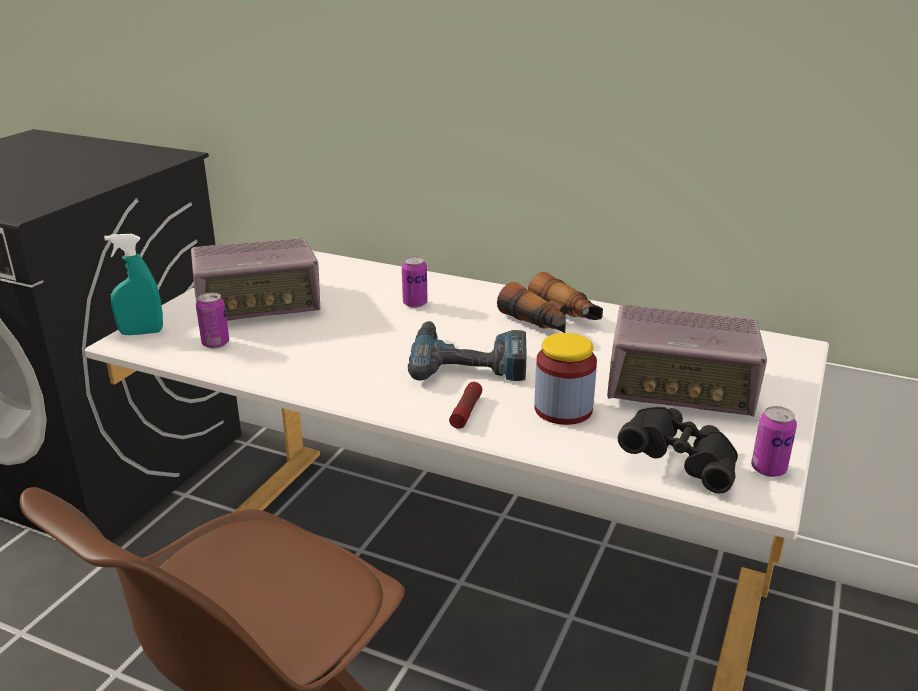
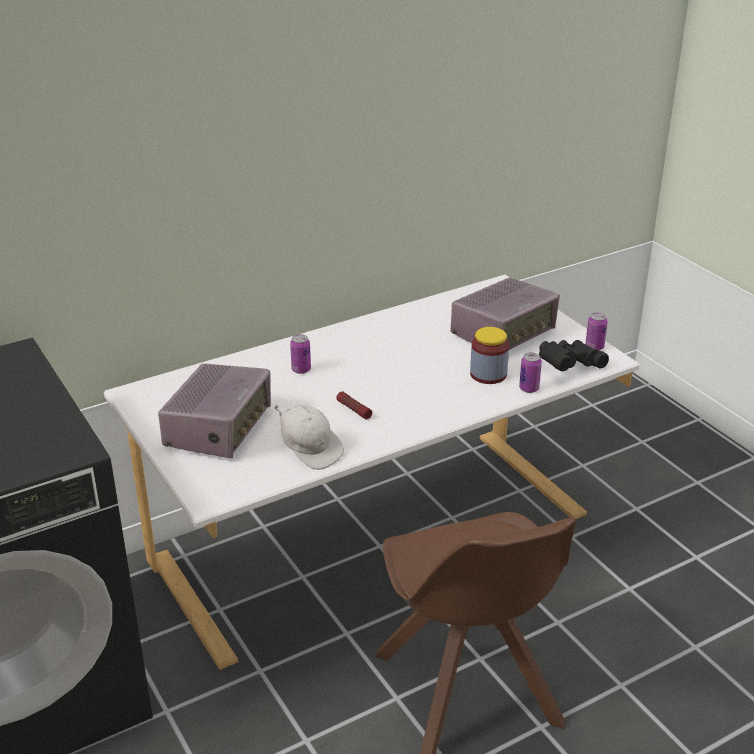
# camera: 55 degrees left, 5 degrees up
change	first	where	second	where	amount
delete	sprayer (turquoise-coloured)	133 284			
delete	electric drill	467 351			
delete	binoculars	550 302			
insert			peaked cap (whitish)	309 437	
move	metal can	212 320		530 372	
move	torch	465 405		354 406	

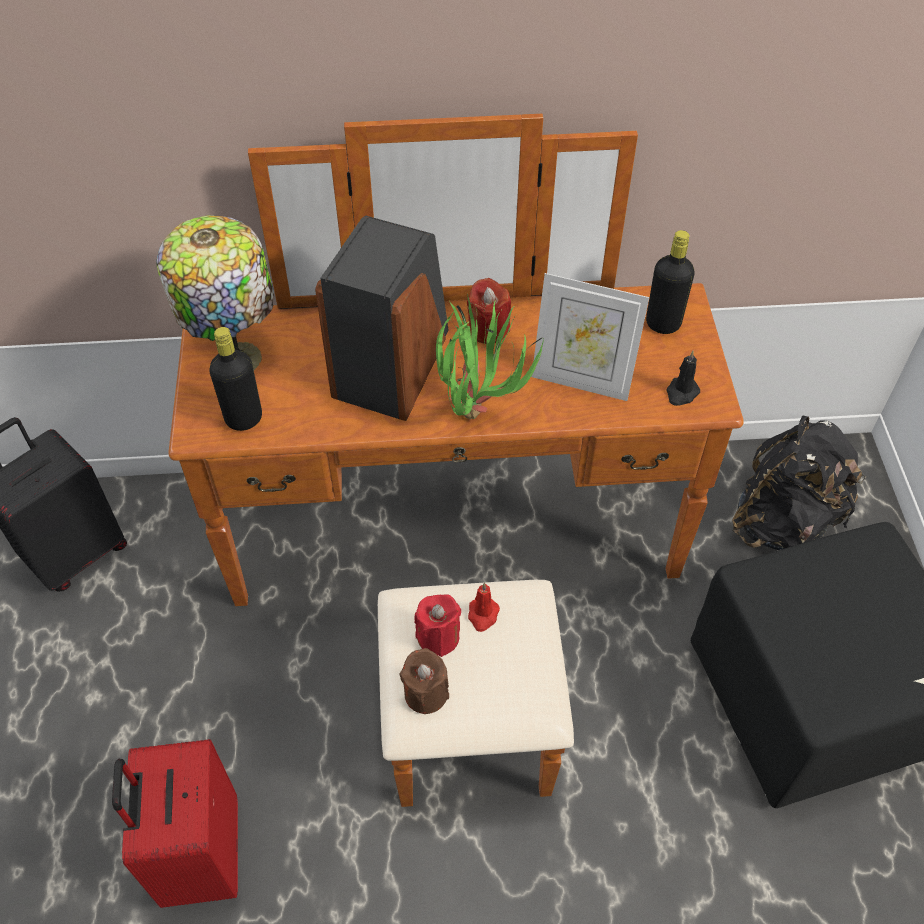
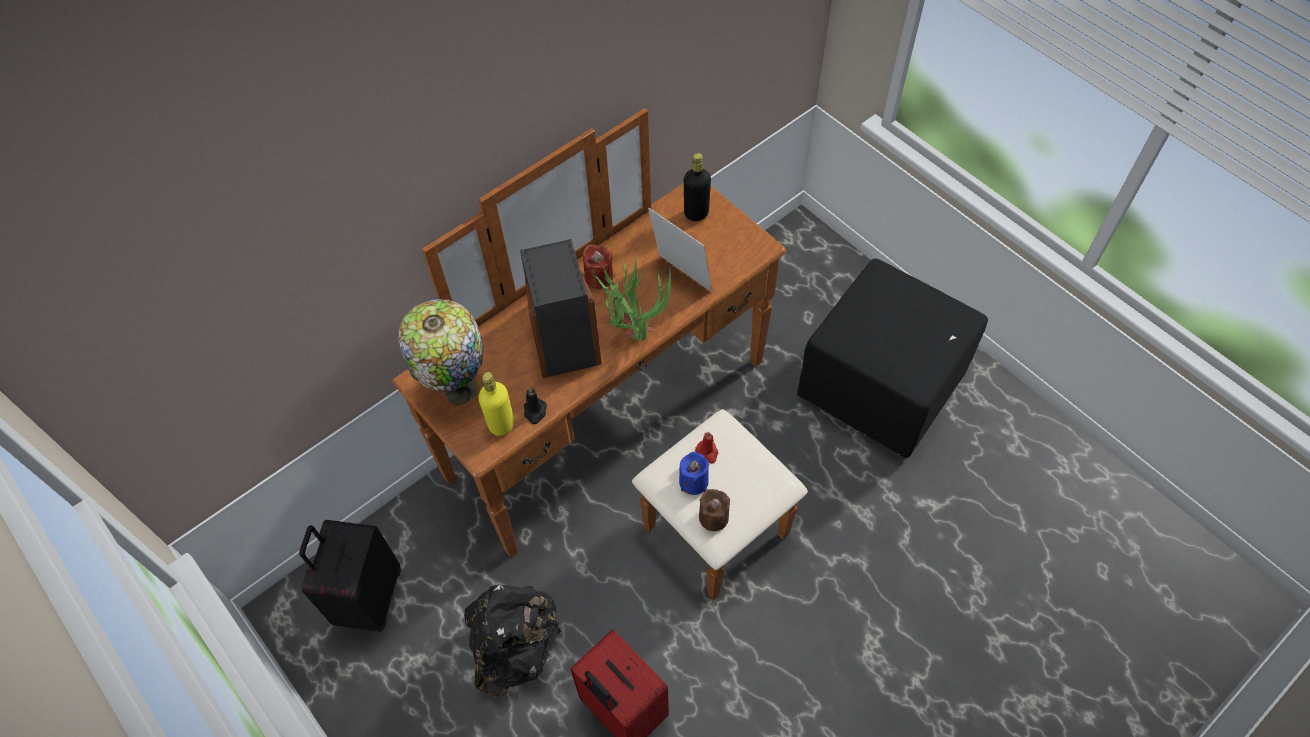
# camera: 35 degrees left, 5 degrees up
change	first	where	second	where	amount
move	wax candle (black-coloured)	683 378		535 406	
move	rucksack (black-coloured)	799 482		512 641	
recolor	drink bottle (black-coloured)	235 379	drink bottle (yellow-coloured)	496 404	
recolor	wax candle (red-coloured)	437 625	wax candle (blue)	694 473	
rotate	standing frame	590 337		680 250	120 degrees counterclockwise

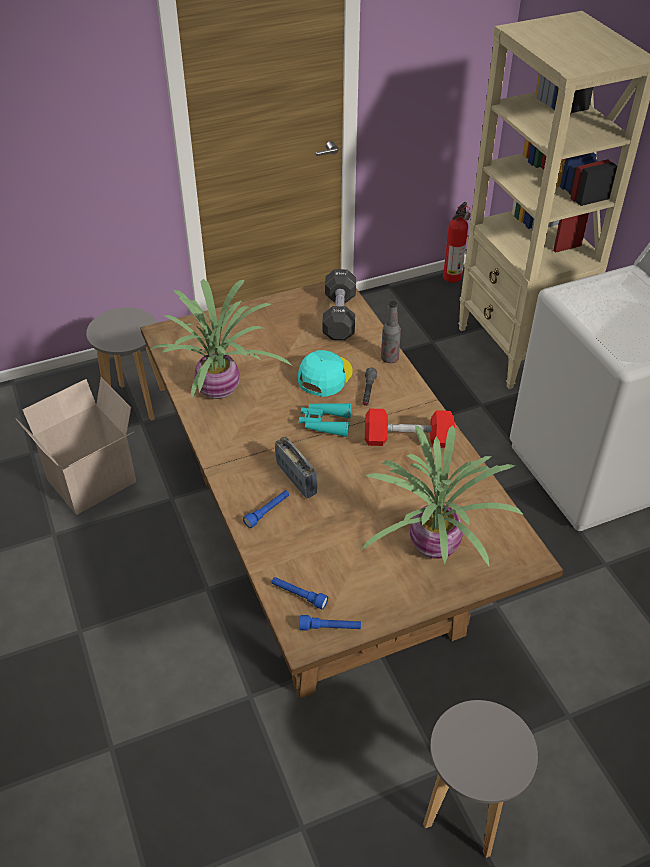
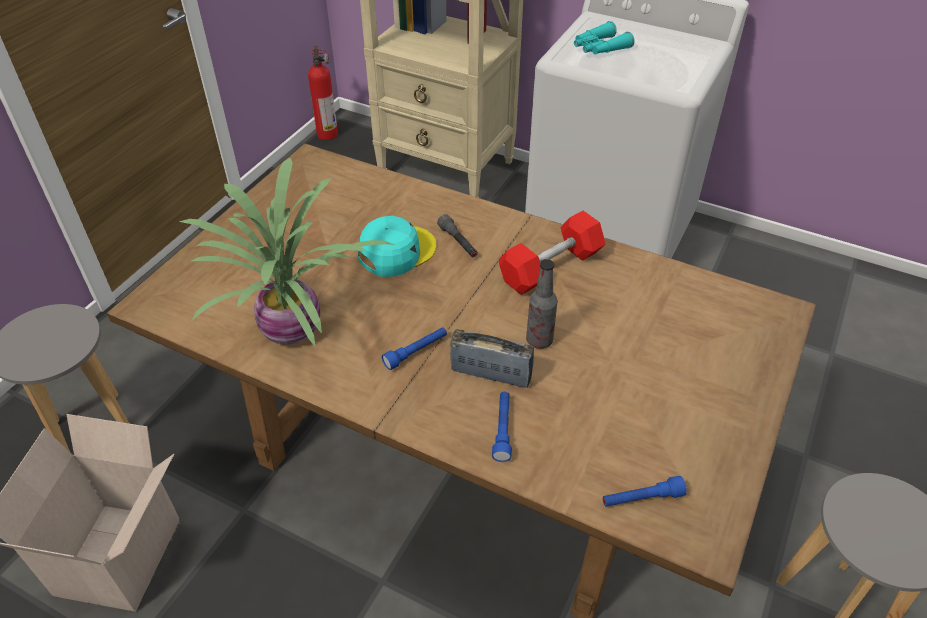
# camera: 40 degrees left, 0 degrees up
change	first	where	second	where	amount
delete	dumbbell (black-coloured)	339 304			
delete	plant in a pot	442 495			
move	binoculars (turquoise-coloured)	325 420		604 38	
move	torch (blue)	330 623		414 348	
move	drink bottle	391 332		541 304	
rotate	peaked cap (turquoise-coloured)	325 373		397 246	60 degrees clockwise

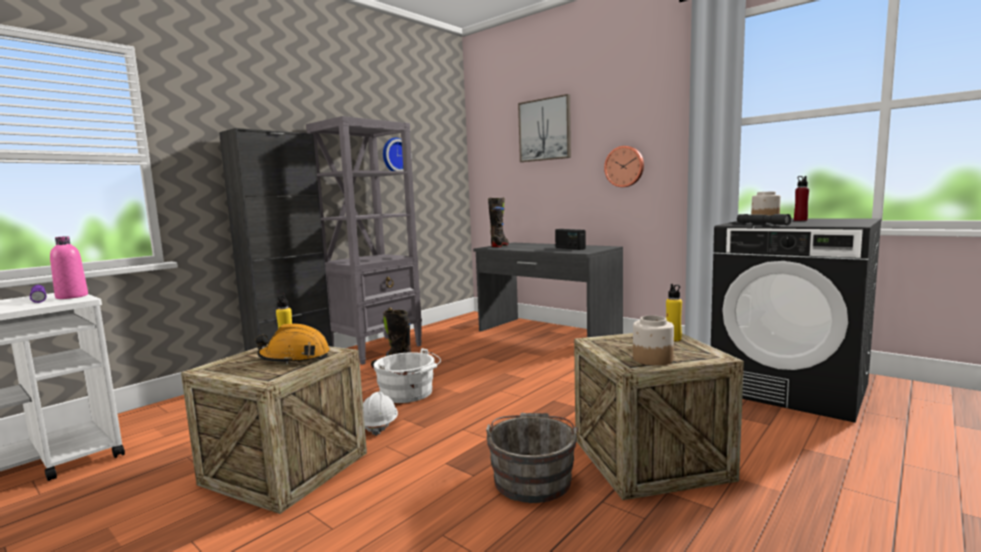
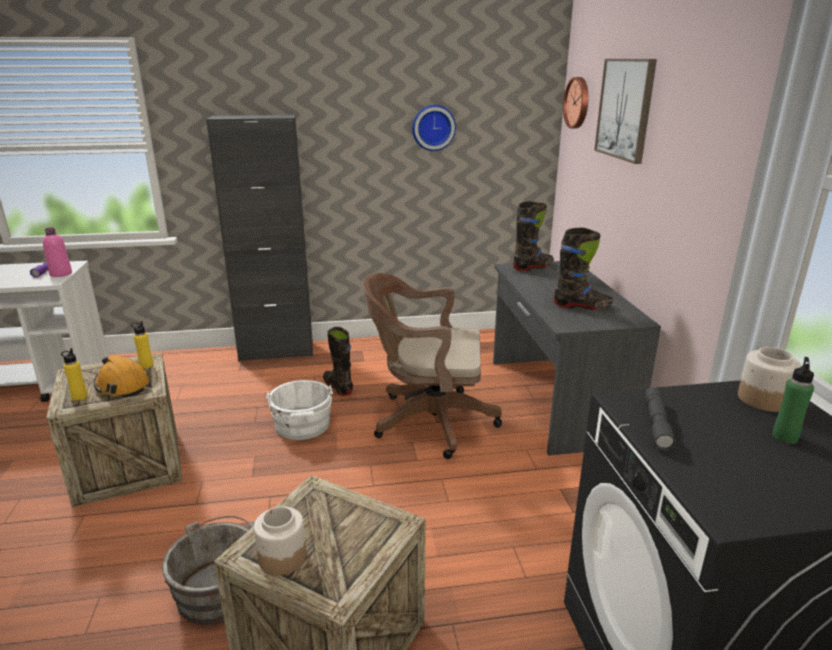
# camera: 40 degrees right, 15 degrees up
change	first	where	second	where	amount
delete	bookshelf (greyish)	364 240			
delete	hard hat (whitish)	380 414			
insert			desk chair (brownish)	432 366	
move	clock on the wall	624 166		576 103	
move	drink bottle (yellow-coloured)	674 312		74 374	
replace	radio	570 239	tall boot (black-coloured)	583 269	
recolor	drink bottle (red-coloured)	801 198	drink bottle (green-coloured)	793 400	

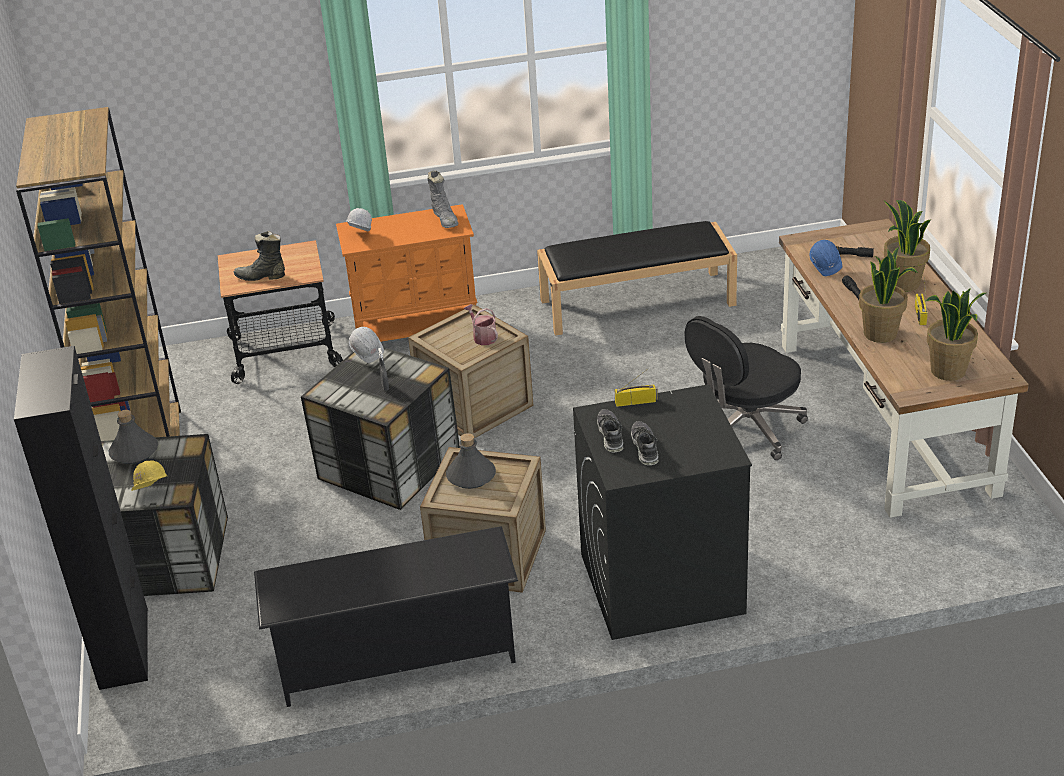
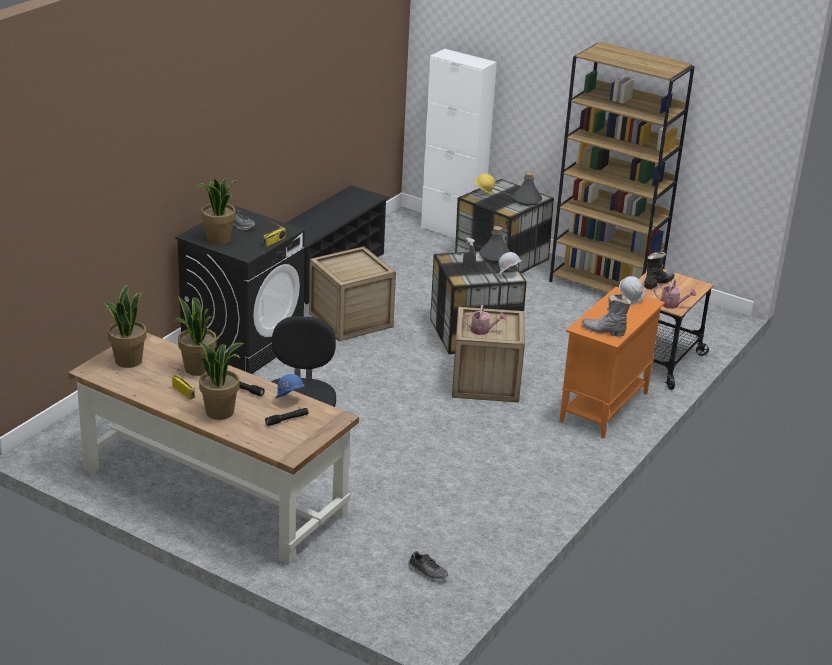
# camera: 130 degrees right, 5 degrees down
change	first	where	second	where	amount
delete	bench (black-coloured)	637 278			
insert			plant in a pot	217 211	
insert			watering pot	675 294	
move	drink bottle (greyish)	471 461		494 244	
move	item of footwear	610 430		428 566	
recolor	cabinet (black-coloured)	81 518	cabinet (whitish)	459 143	

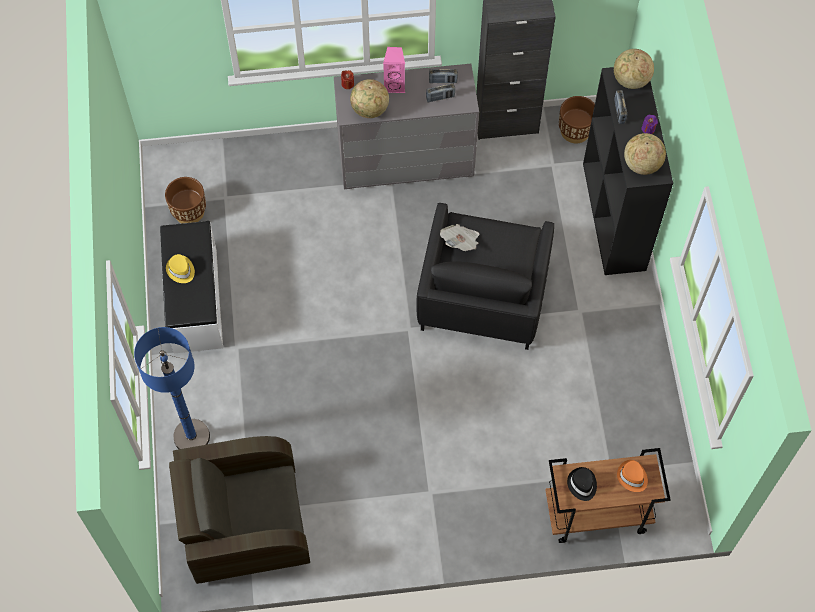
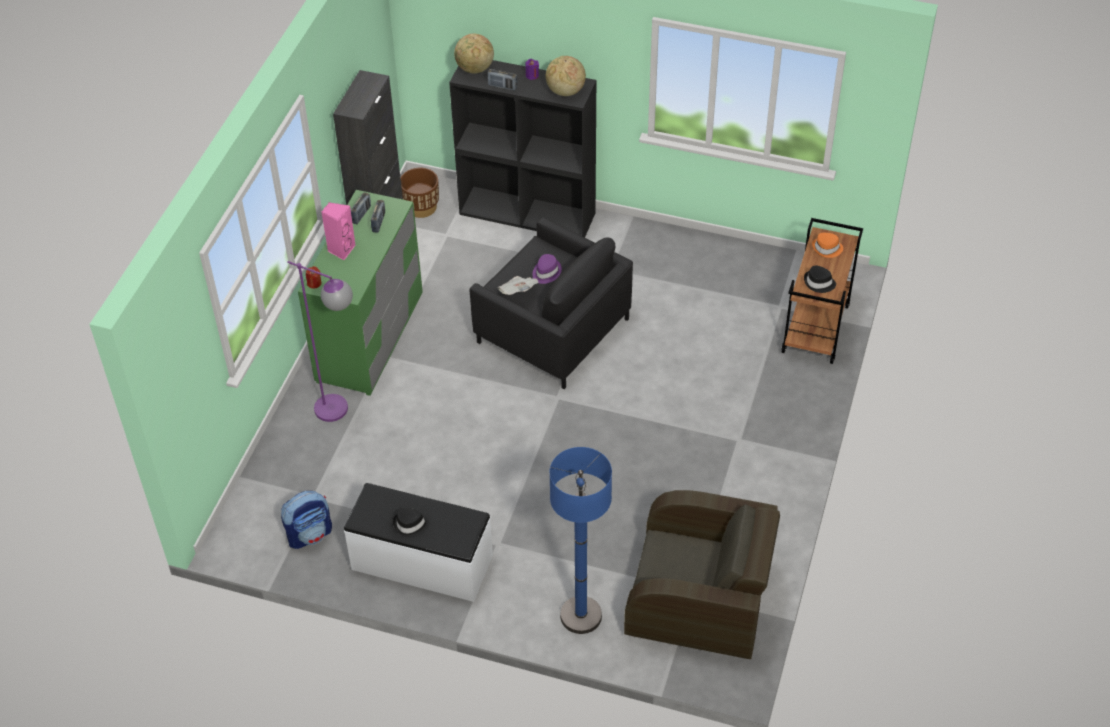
# camera: 65 degrees left, 15 degrees down
change	first	where	second	where	amount
delete	world globe	369 98			
insert			standing lamp (purple-coloured)	320 341	
insert			hat (purple-coloured)	547 269	
replace	plant pot (brownish)	185 200	rucksack	306 520	
recolor	hat (yellow-coloured)	180 268	hat (black-coloured)	411 522	
recolor	dresser (greyish)	406 126	dresser (green-coloured)	360 293	
rotate	lounge chair (brownish)	239 510		702 574	90 degrees counterclockwise

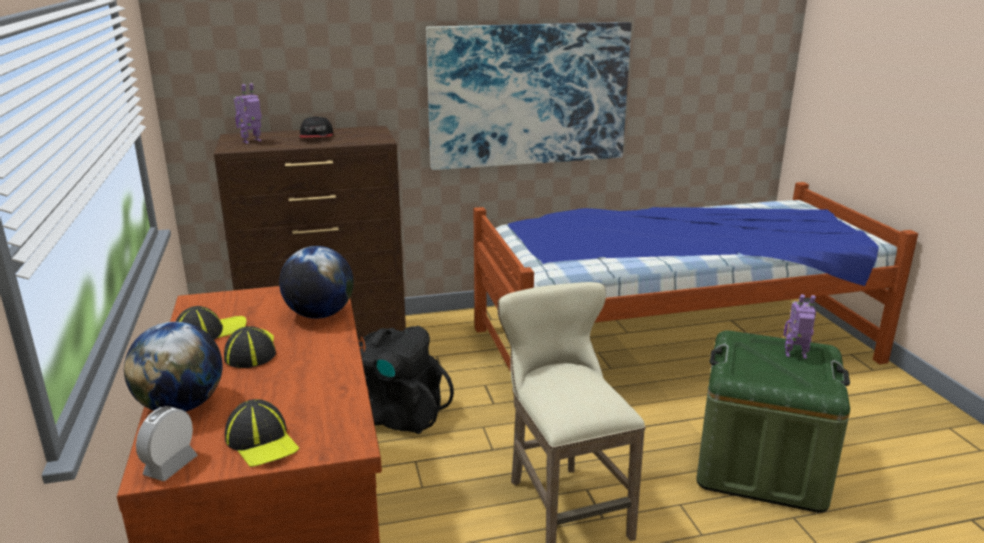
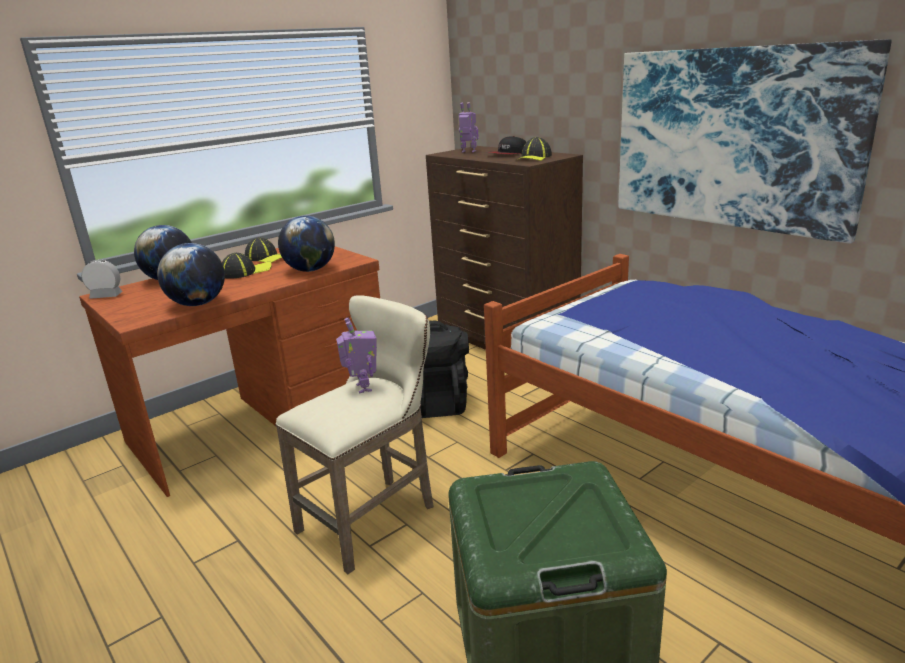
# camera: 65 degrees right, 0 degrees up
change	first	where	second	where	amount
insert			world globe	191 274	
move	peaked cap	262 433		534 149	
move	robot figure	800 326		356 355	

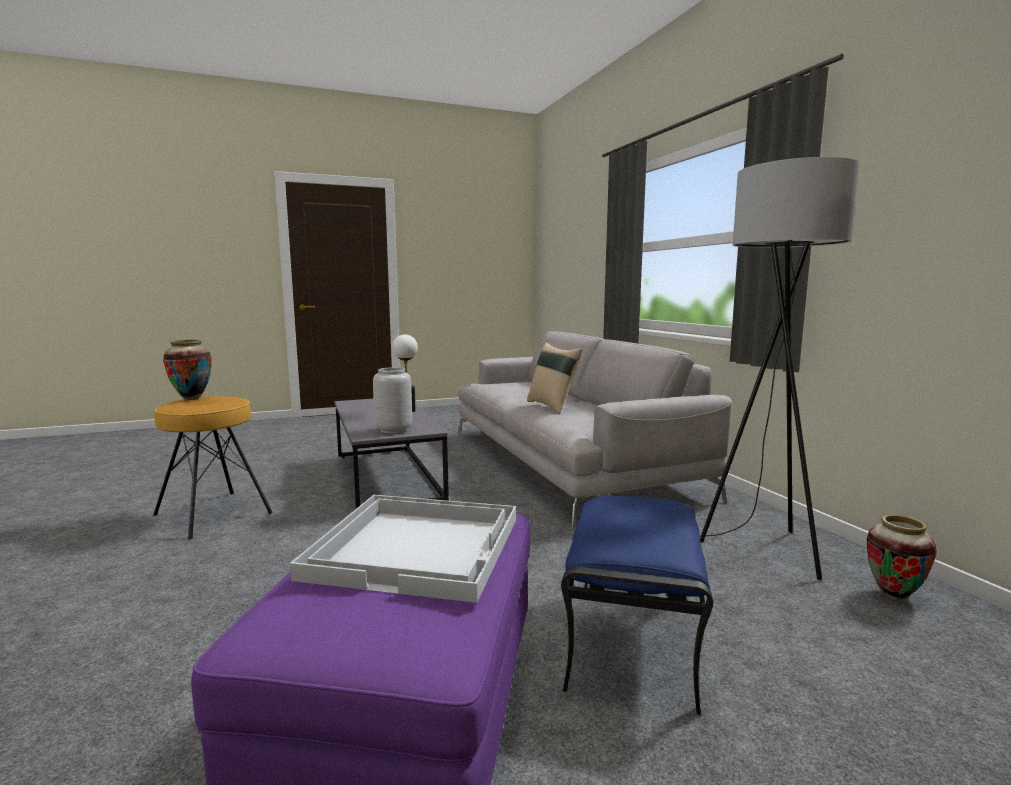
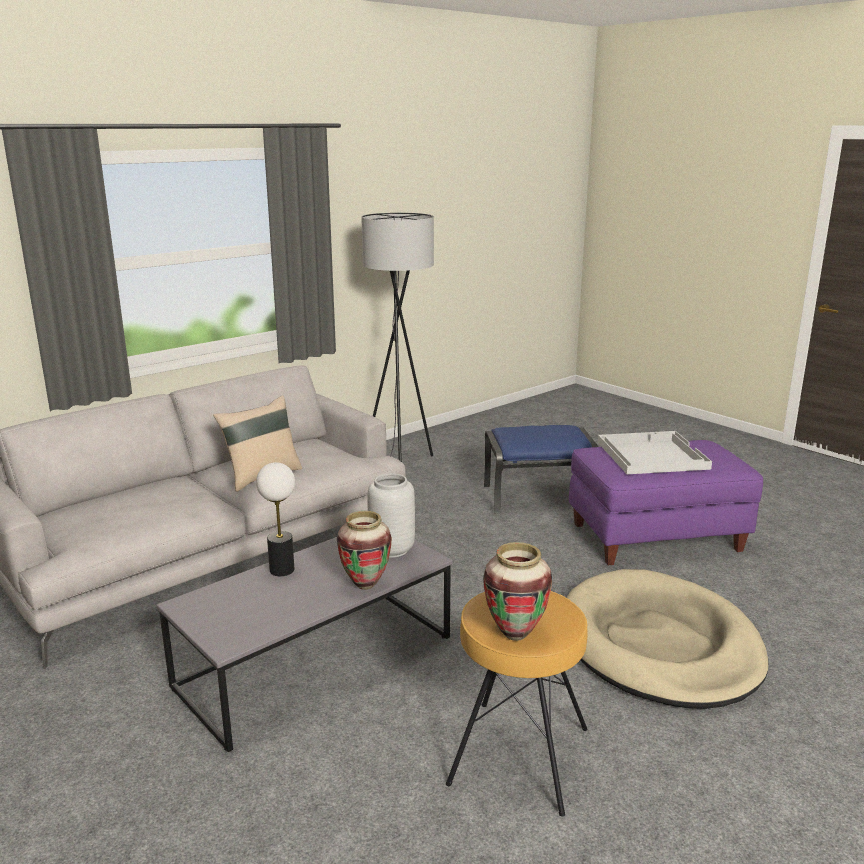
# camera: 110 degrees left, 10 degrees up
change	first	where	second	where	amount
insert			dog cushion (sand-coloured)	667 639	
move	decorative vase	902 557		364 550	

